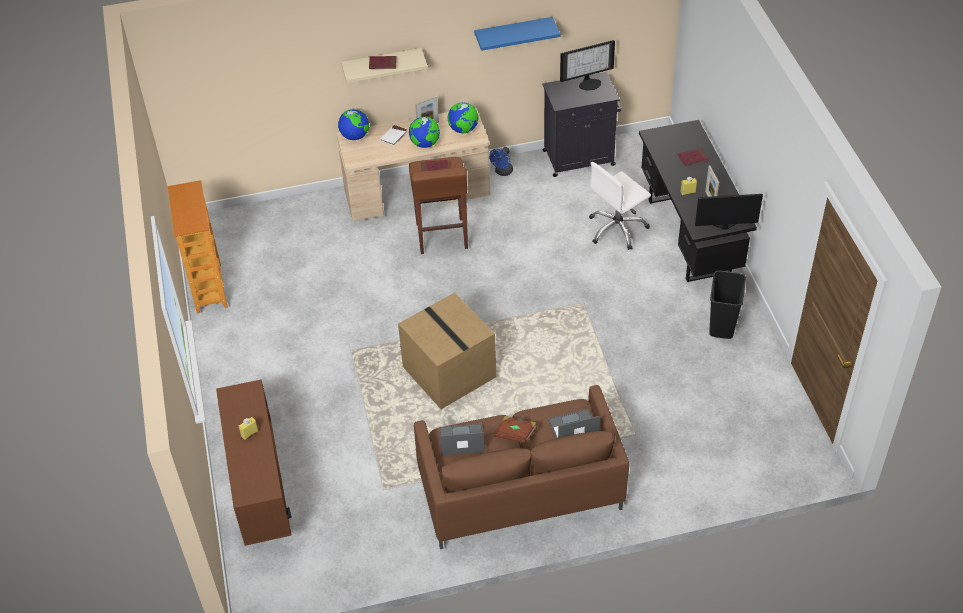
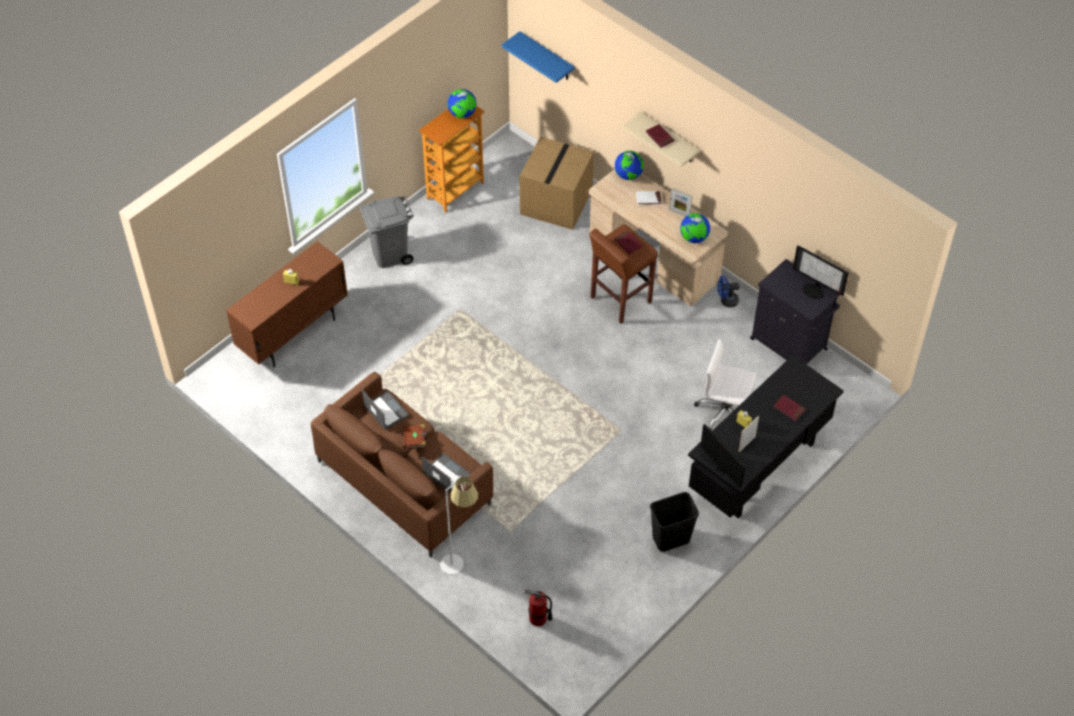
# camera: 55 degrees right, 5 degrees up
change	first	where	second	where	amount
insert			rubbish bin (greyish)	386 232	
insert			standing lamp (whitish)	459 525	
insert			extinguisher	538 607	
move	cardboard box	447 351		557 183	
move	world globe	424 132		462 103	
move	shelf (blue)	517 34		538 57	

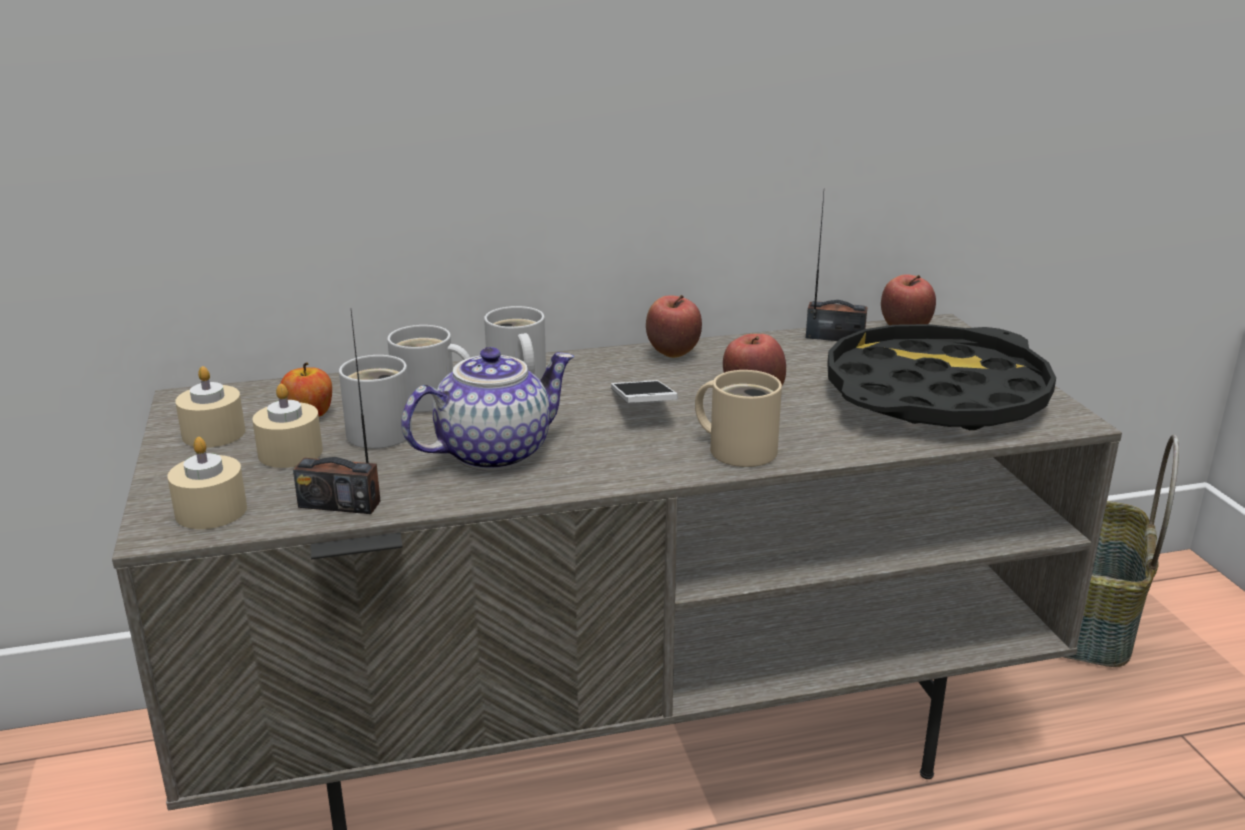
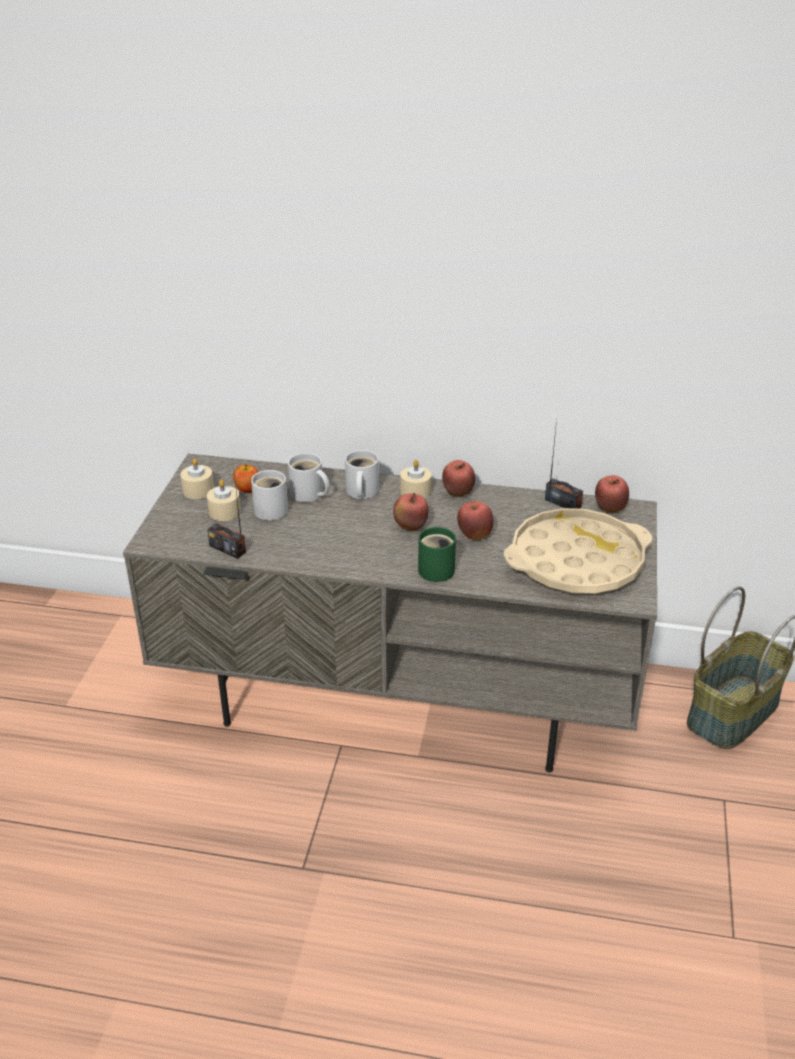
# camera: 25 degrees right, 10 degrees up
change	first	where	second	where	amount
delete	pot for tea	487 409			
move	wax candle (sand-coloured)	207 483		416 479	
replace	telephone	644 391	apple	410 511	
recolor	coffee mug (sand-coloured)	738 418	coffee mug (green-coloured)	437 554	
recolor	tray (black-coloured)	941 377	tray (sand-coloured)	577 551	

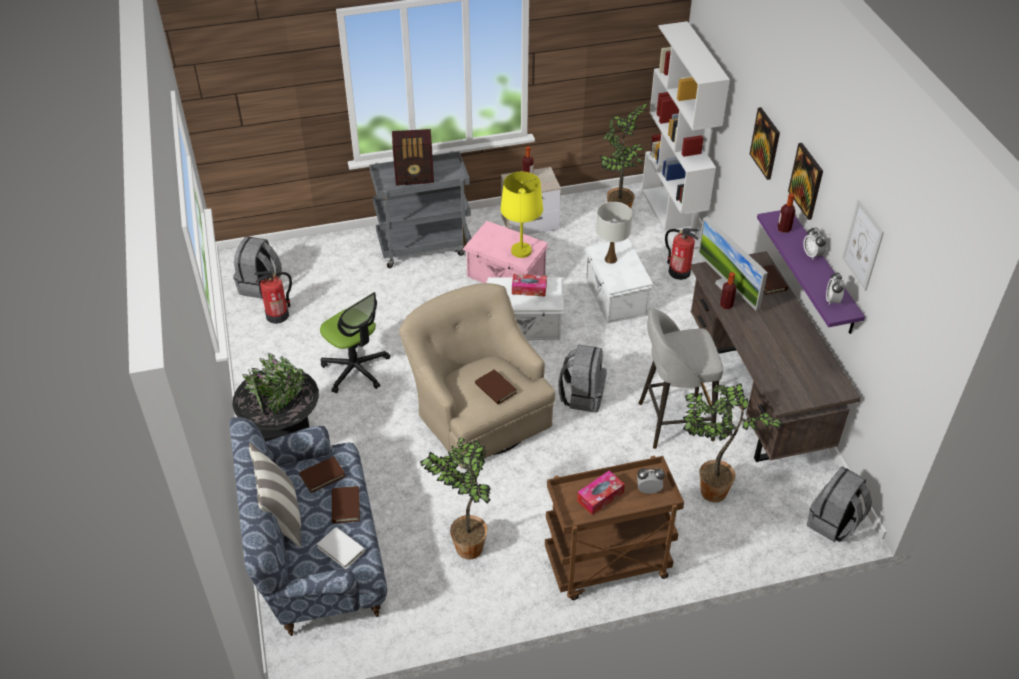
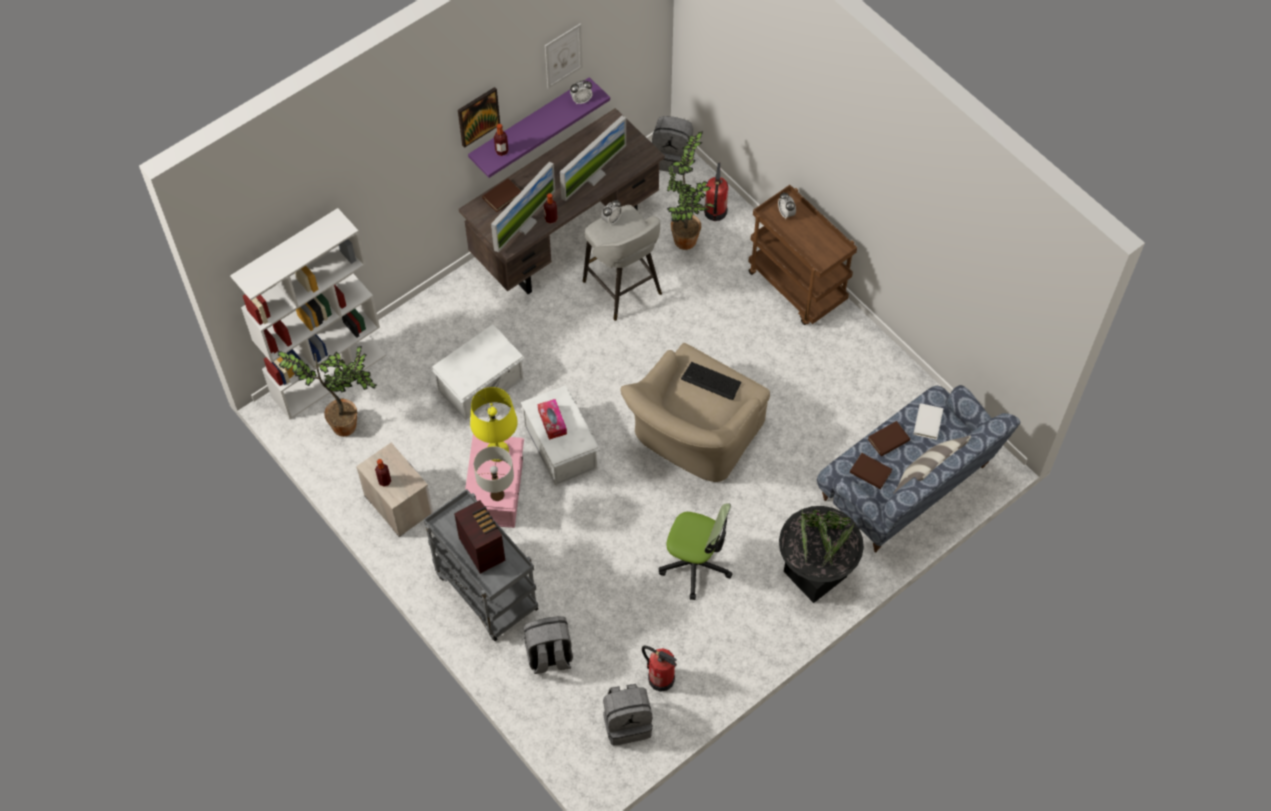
# camera: 115 degrees left, 15 degrees up
change	first	where	second	where	amount
delete	plant in a pot	455 499			
delete	tissue holder	601 492			
delete	wall art	765 143			
insert			computer screen	593 158	
move	rucksack (greyish)	582 378		548 645	
move	table lamp (whitish)	614 233		494 473	
move	extinguisher	682 254		716 191	
move	bedside clock	814 243		611 213	
replace	volume (brownish)	496 386	computer keyboard	711 381	
rotate	desk chair	355 342		695 551	90 degrees clockwise

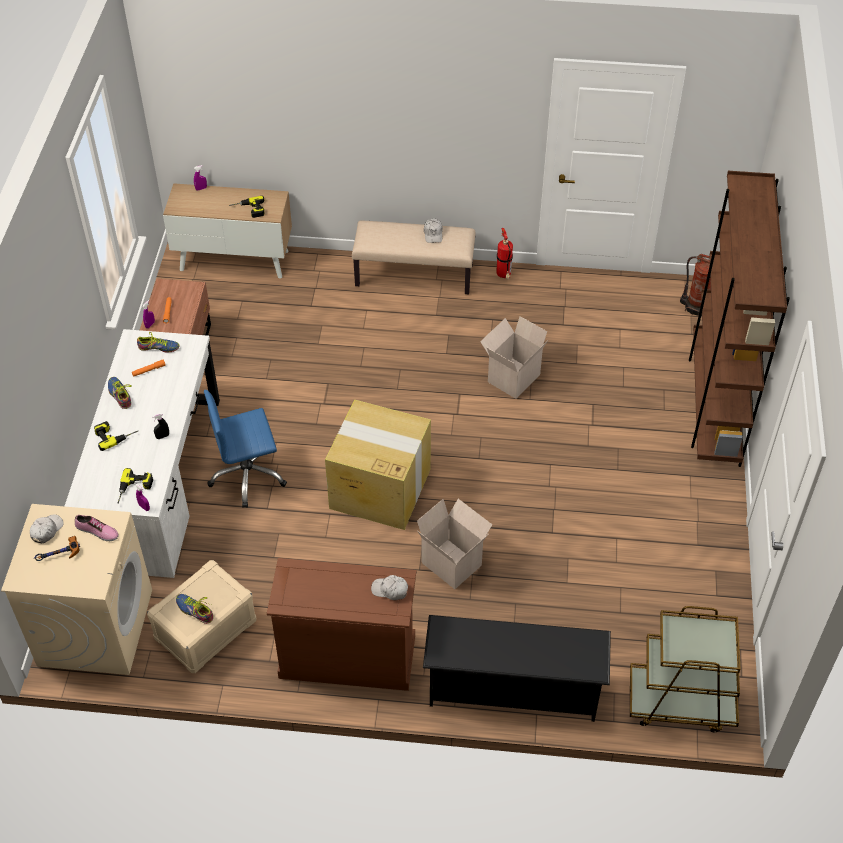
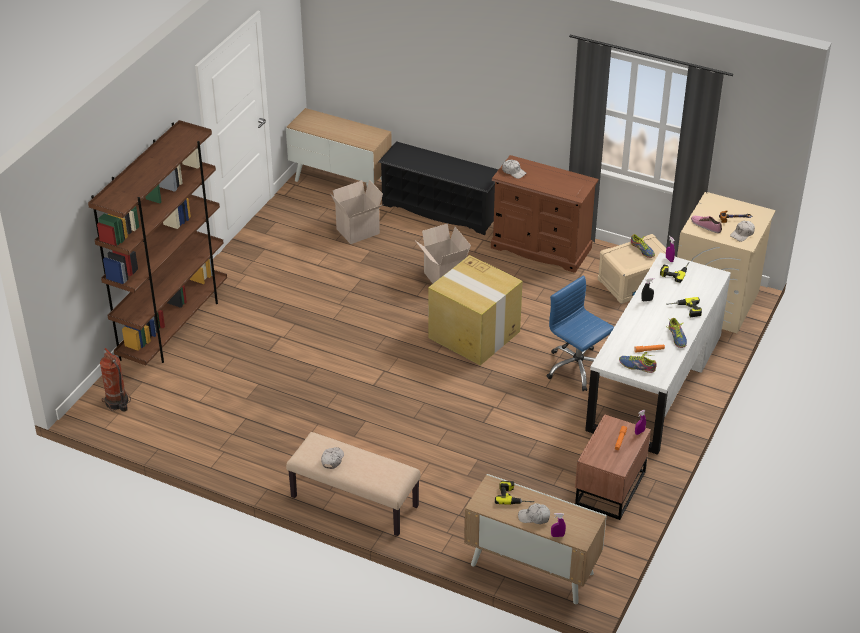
# camera: 160 degrees left, 10 degrees down
change	first	where	second	where	amount
delete	extinguisher	505 253			
insert			peaked cap (whitish)	534 513	
move	cardboard box	514 357		357 212	
replace	cart (brownish)	685 669	cabinet	339 147	
rotate	desk chair (blue)	245 449		580 333	135 degrees counterclockwise

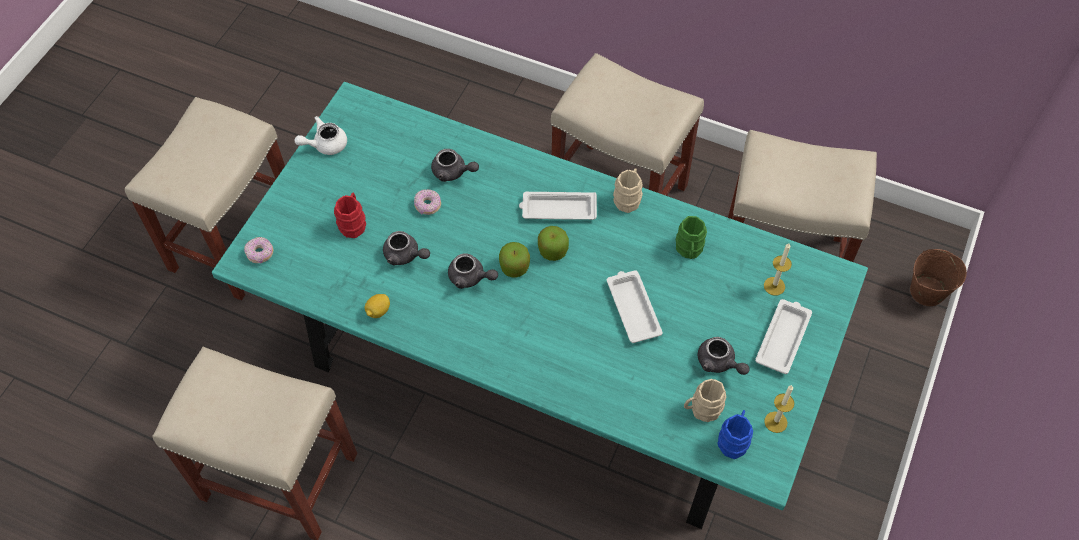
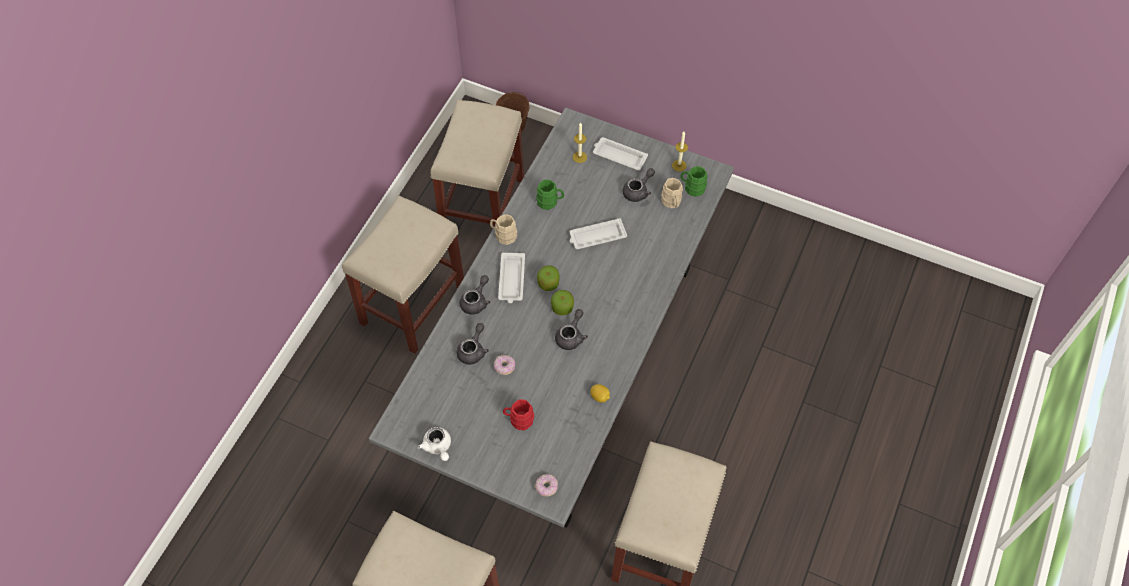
# camera: 90 degrees left, 0 degrees up
change	first	where	second	where	amount
move	pot for tea (greyish)	406 248		475 295	
recolor	dining table (turquoise-coloured)	540 305	dining table (greyish)	551 318	
recolor	coffee mug (blue)	735 434	coffee mug (green-coloured)	693 181	

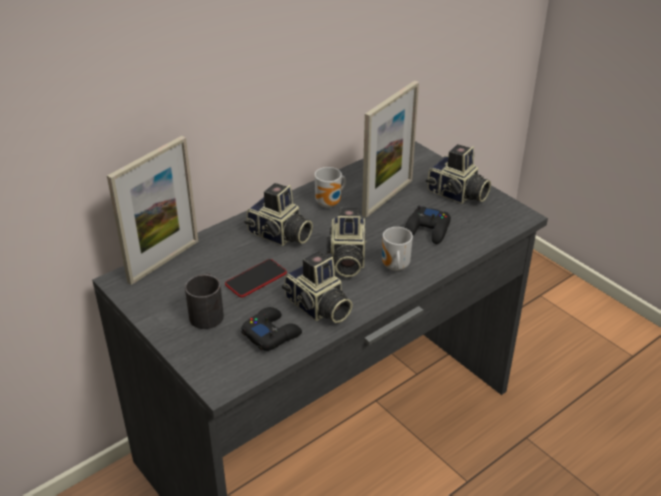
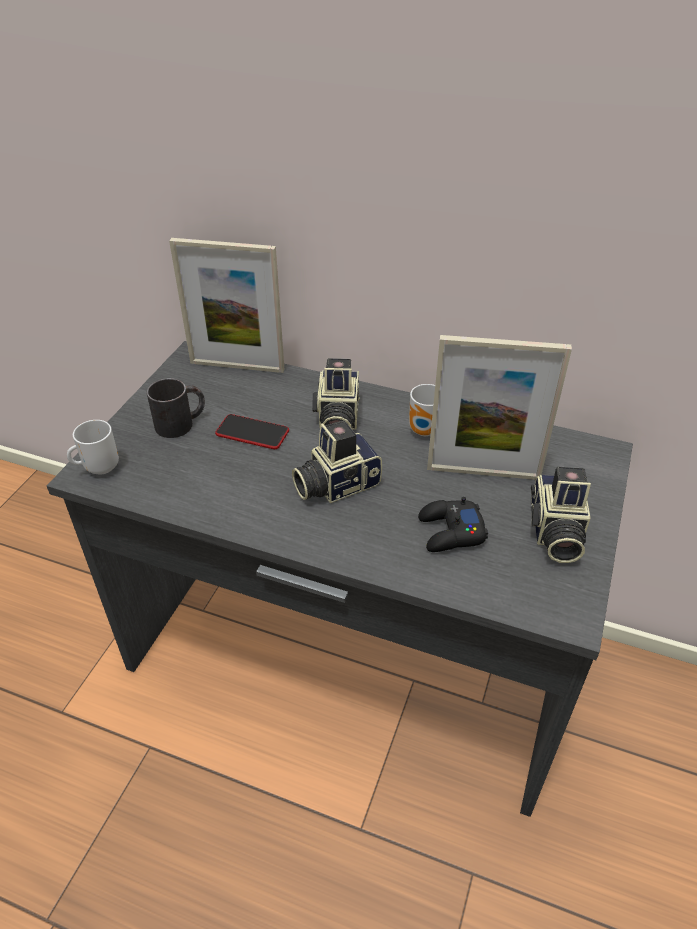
# camera: 60 degrees right, 5 degrees up
change	first	where	second	where	amount
delete	joypad (black-coloured)	271 329			
delete	photo camera	317 287			
move	coffee mug	397 249		93 447	

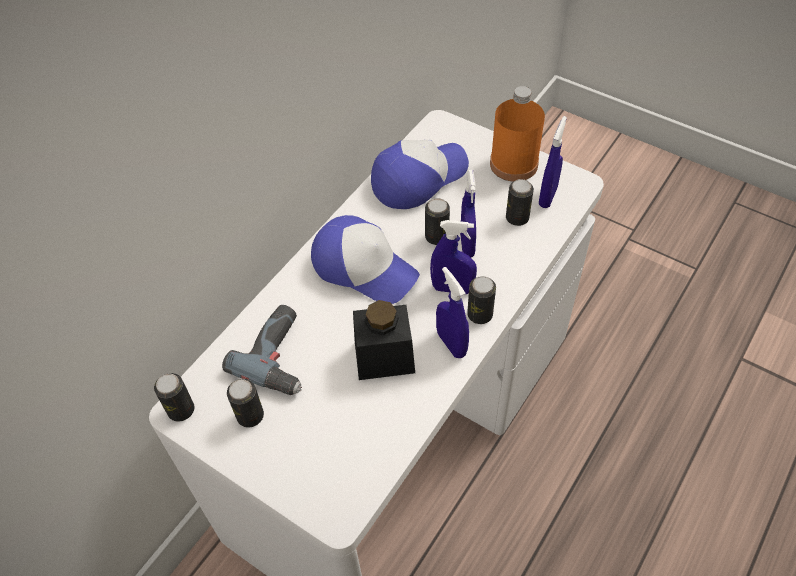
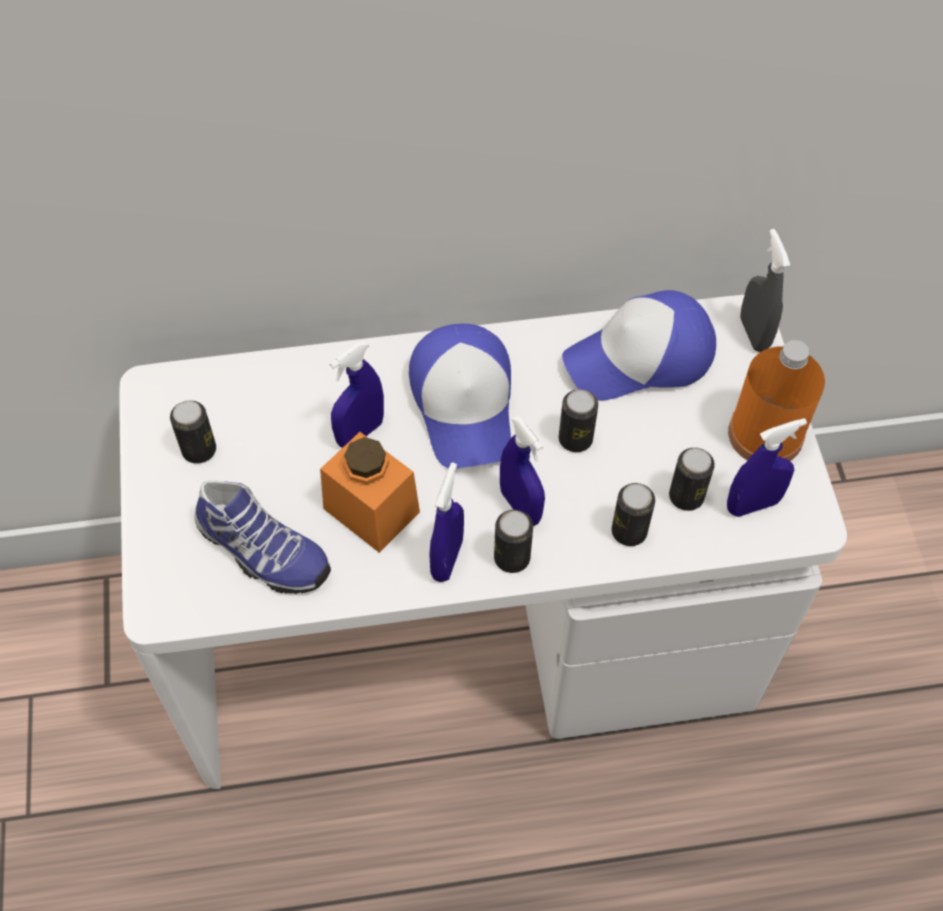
# camera: 45 degrees right, 5 degrees up
change	first	where	second	where	amount
delete	electric drill	262 350			
insert			item of footwear	263 537	
insert			sprayer (greyish)	765 290	
move	metal can	174 397		633 514	
move	sprayer (blue)	468 214		357 394	
recolor	storage jar (black-coloured)	384 340	storage jar (orange)	370 492	
rotate	peaked cap	420 174		639 345	150 degrees clockwise

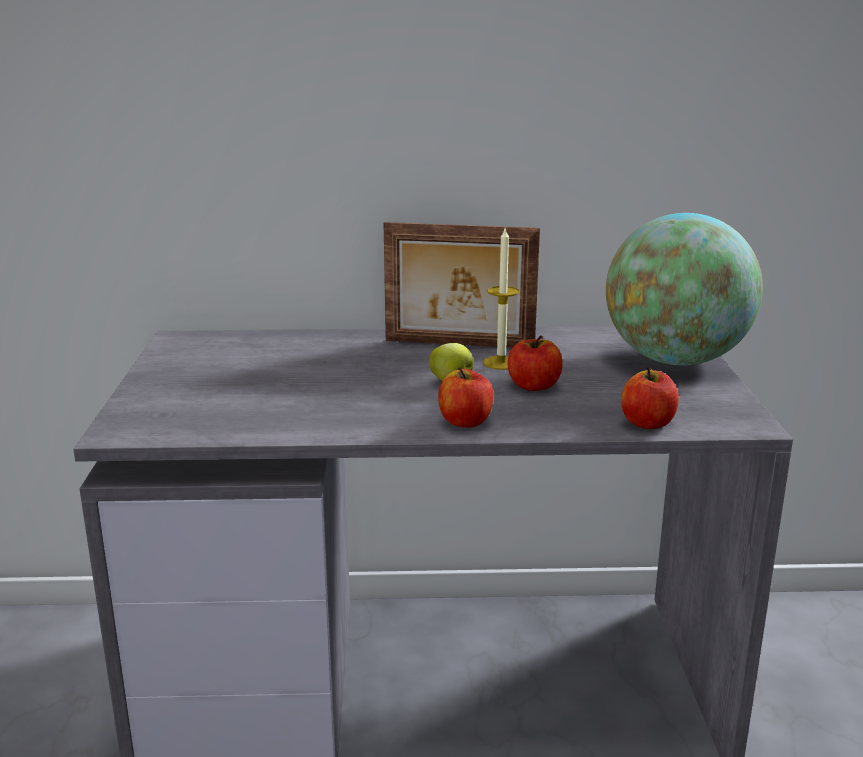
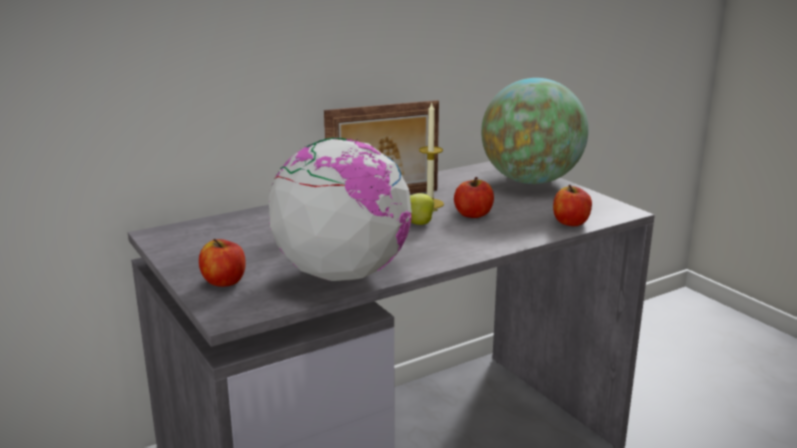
# camera: 30 degrees left, 0 degrees up
change	first	where	second	where	amount
insert			world globe	340 209	
move	apple	465 397		222 263	

